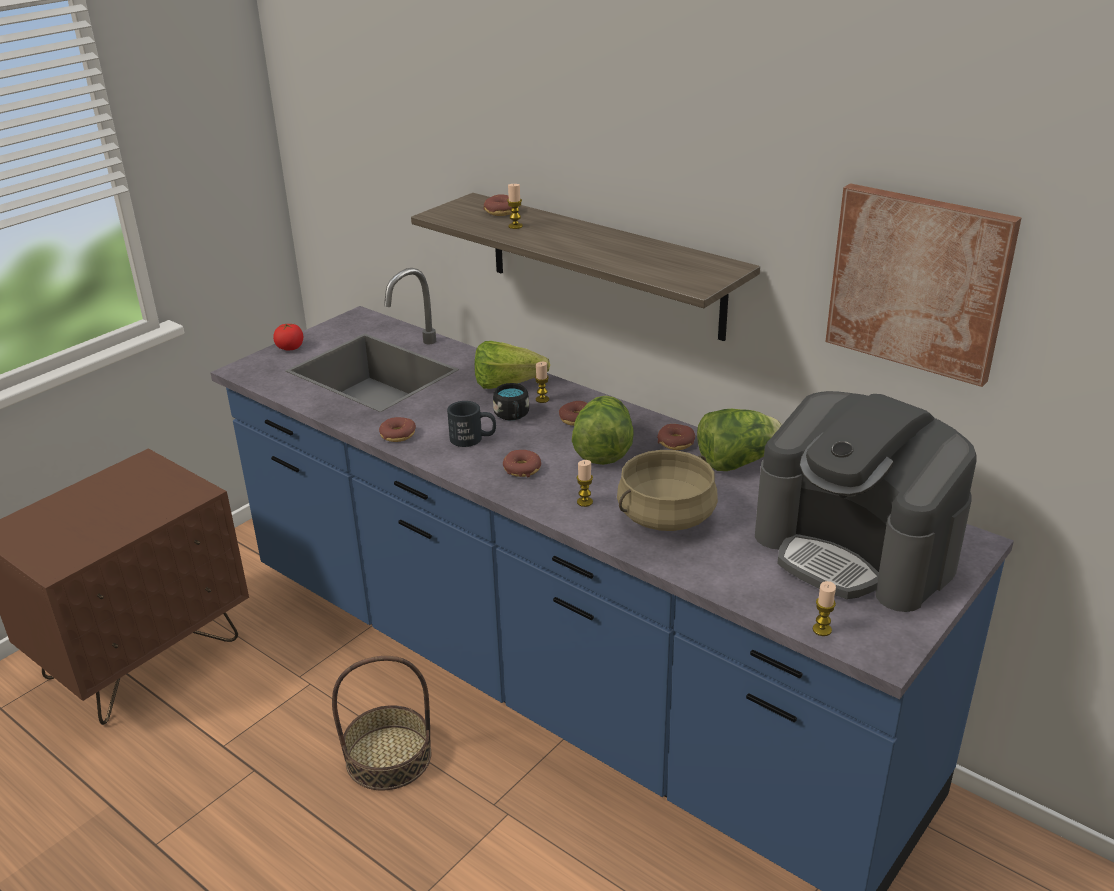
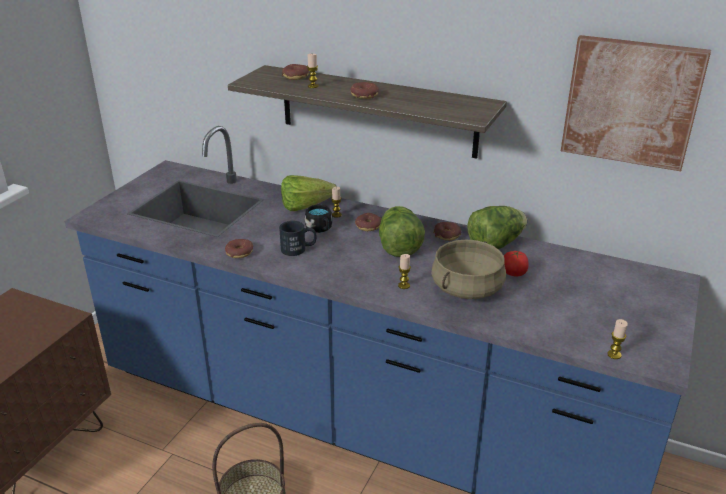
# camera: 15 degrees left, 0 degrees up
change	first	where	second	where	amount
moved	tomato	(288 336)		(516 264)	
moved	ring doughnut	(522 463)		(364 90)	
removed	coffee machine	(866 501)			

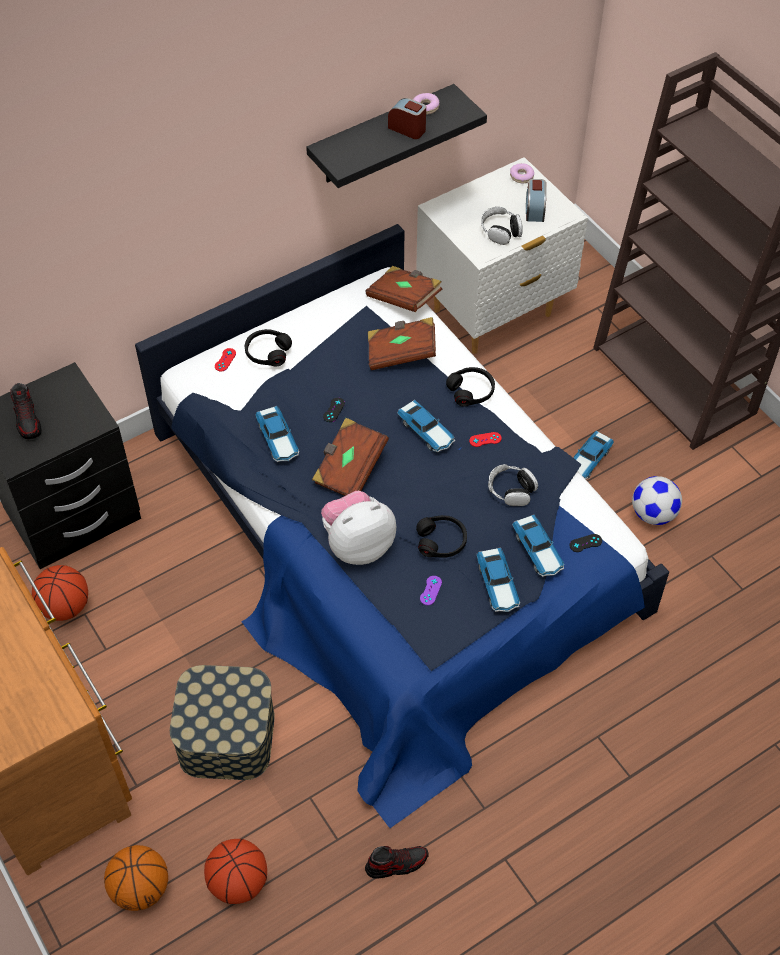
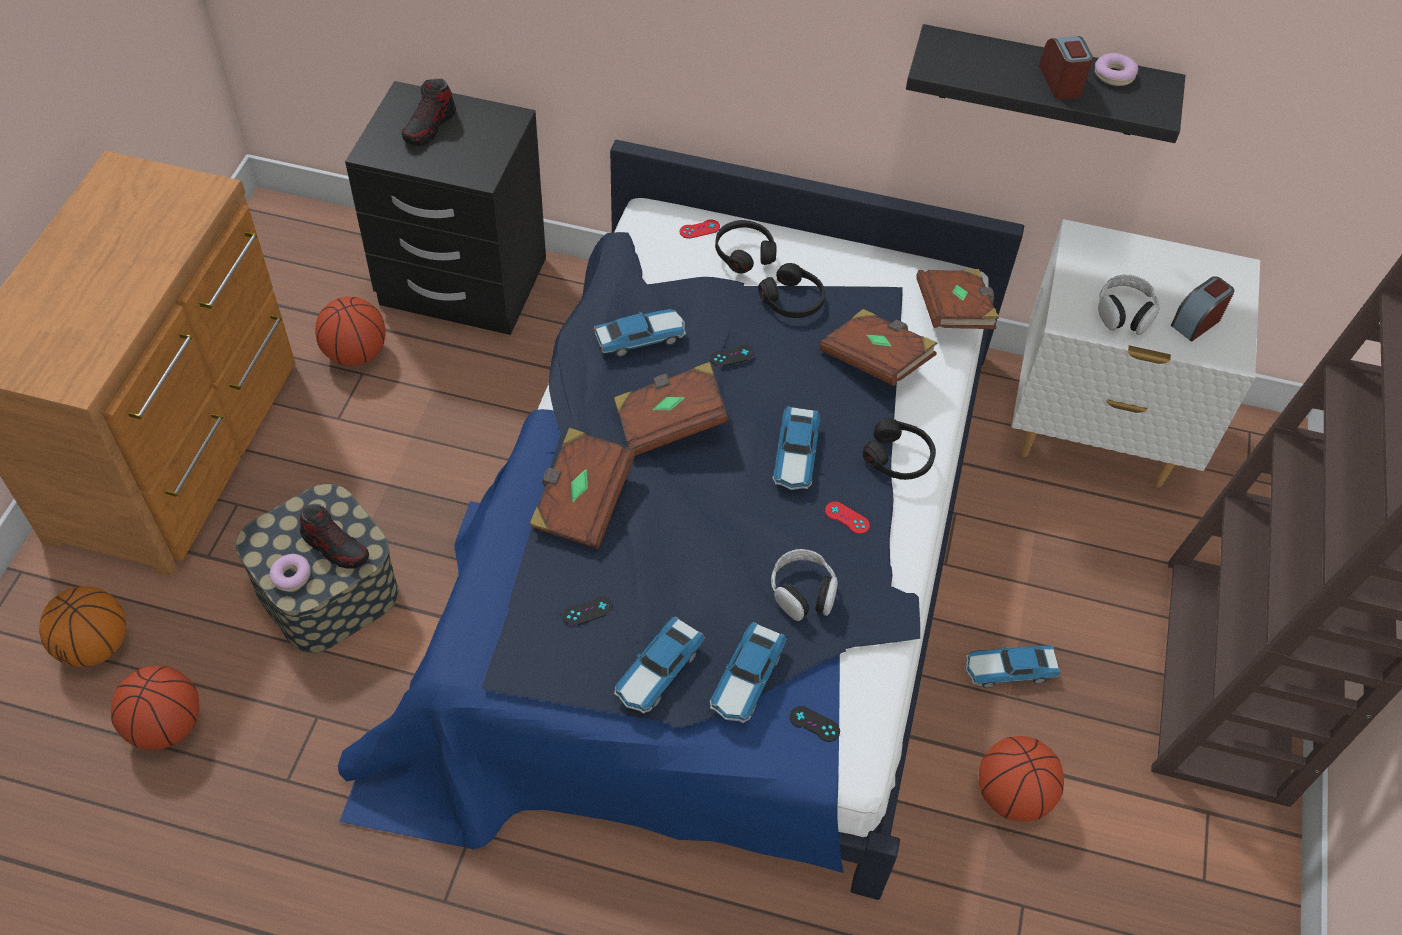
# camera: 45 degrees right, 0 degrees up
change	first	where	second	where	amount
turned	miniature car	(277 434)		(639 333)	135 degrees counterclockwise
replaced	soft toy	(358 528)	bound book (brown-coloured)	(582 488)	
moved	item of footwear	(397 862)		(334 536)	
moved	headset (black)	(441 536)		(791 290)	
recoloured	joypad (purplish)	(431 590)	joypad (black)	(588 611)	
moved	ring doughnut	(522 173)		(290 572)	
replaced	ball for football	(657 500)	ball for basketball	(1021 779)	

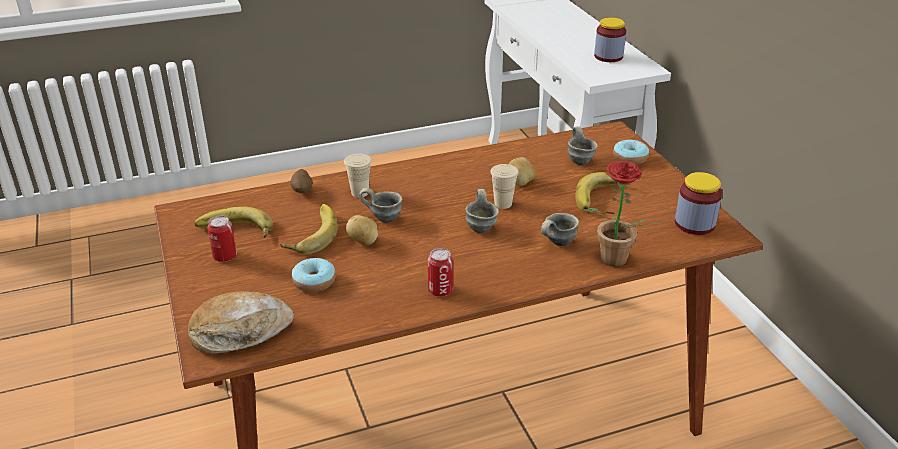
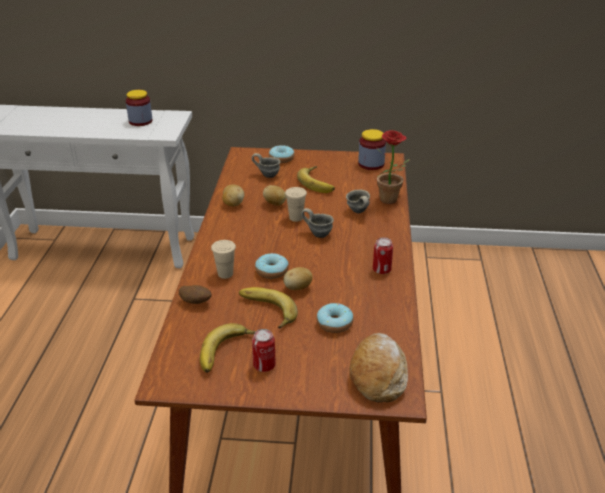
# camera: 65 degrees left, 0 degrees up
change	first	where	second	where	amount
replaced	mug (gray)	(380 205)	ring doughnut	(272 266)	
added			whole potato	(233 195)	

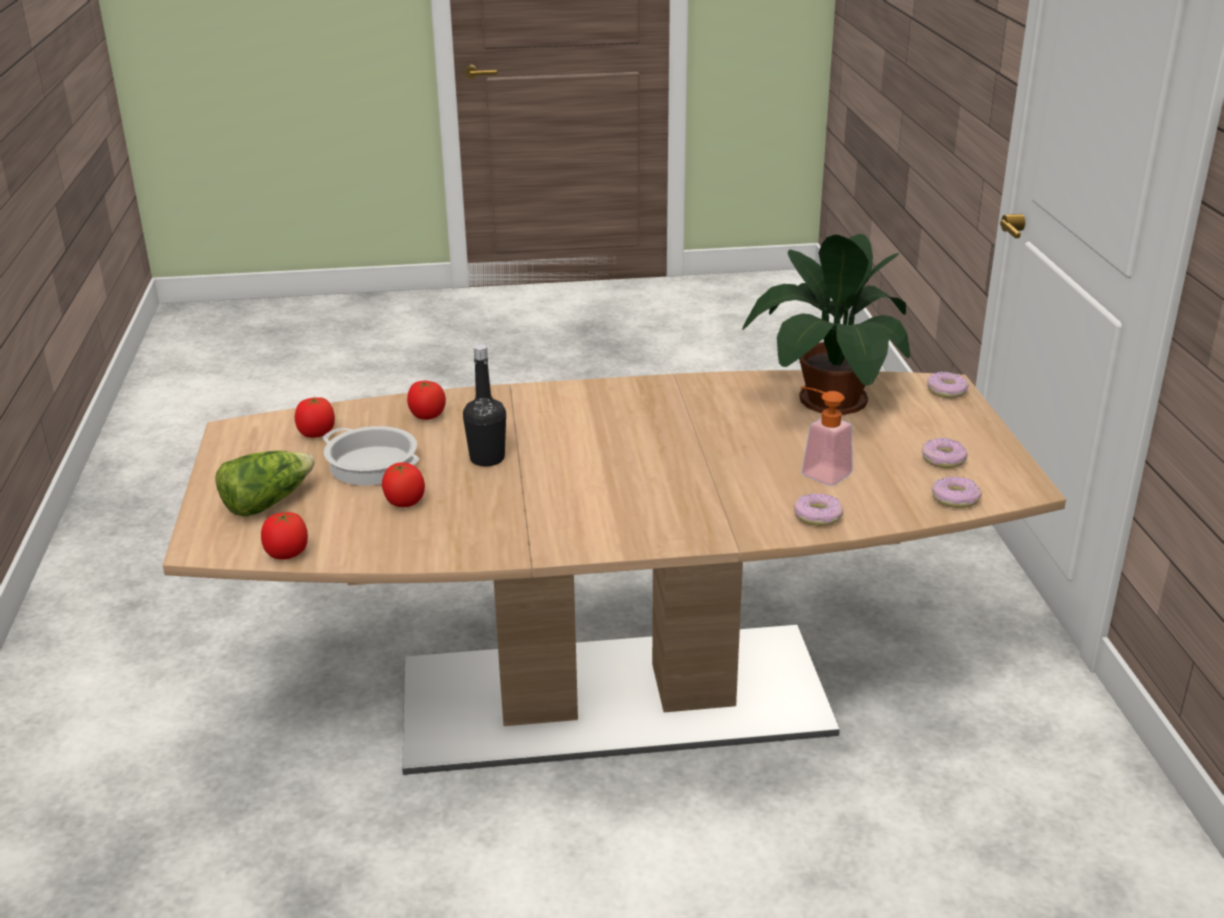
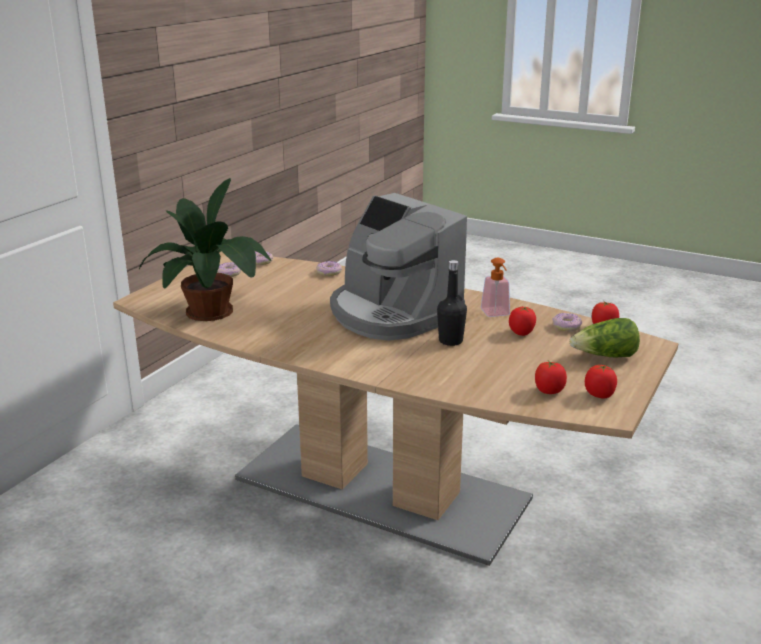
# camera: 145 degrees left, 5 degrees down
change	first	where	second	where	amount
removed	stockpot	(371 456)			
moved	tomato	(426 400)		(601 382)	
moved	liquid soap bottle	(827 436)		(495 287)	
moved	ring doughnut	(948 385)		(567 322)	
added			coffee machine	(398 267)	

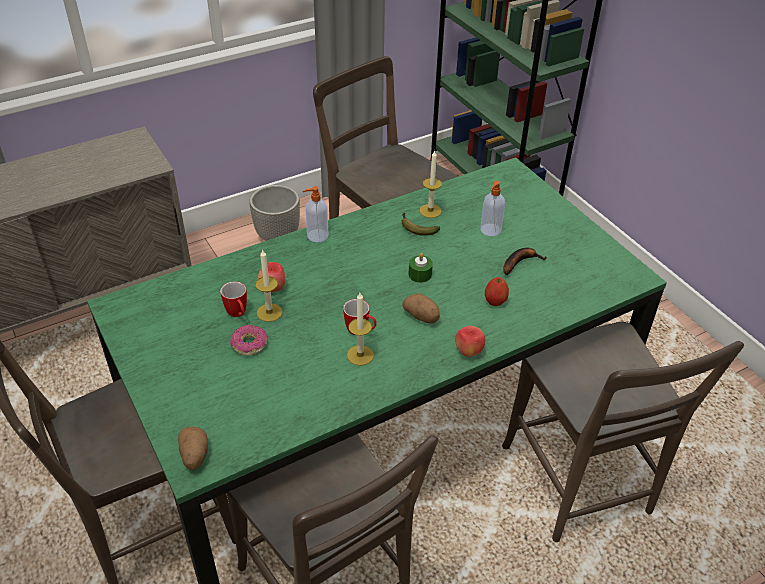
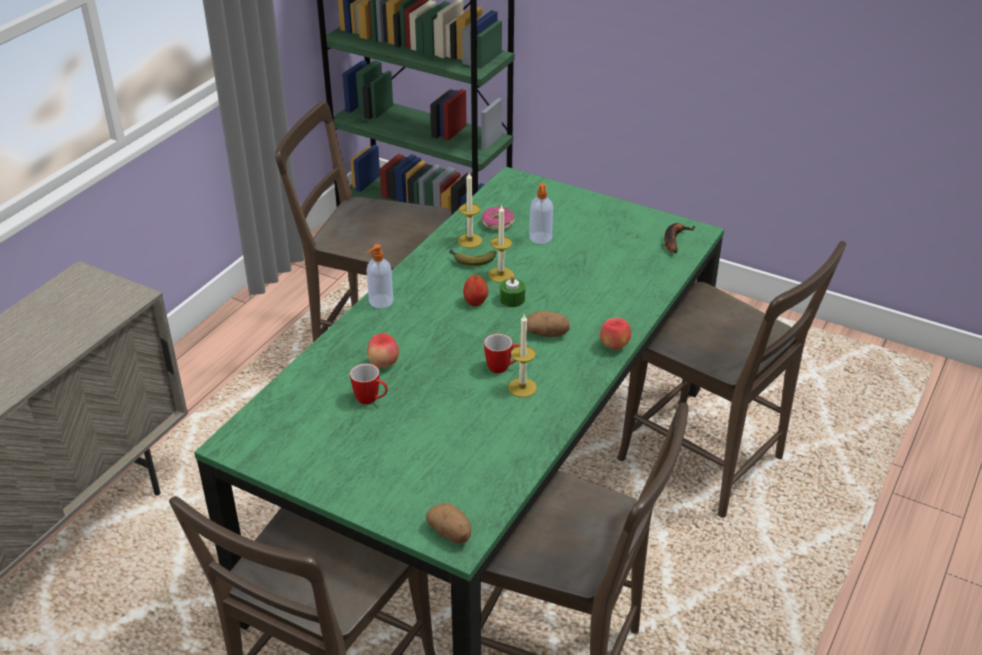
# camera: 30 degrees left, 5 degrees down
change	first	where	second	where	amount
moved	ring doughnut	(248 340)		(498 218)	
removed	planter	(274 213)			
moved	candle	(268 286)		(501 243)	
moved	whole apple	(497 291)		(475 290)	
moved	banana	(525 261)		(679 238)	

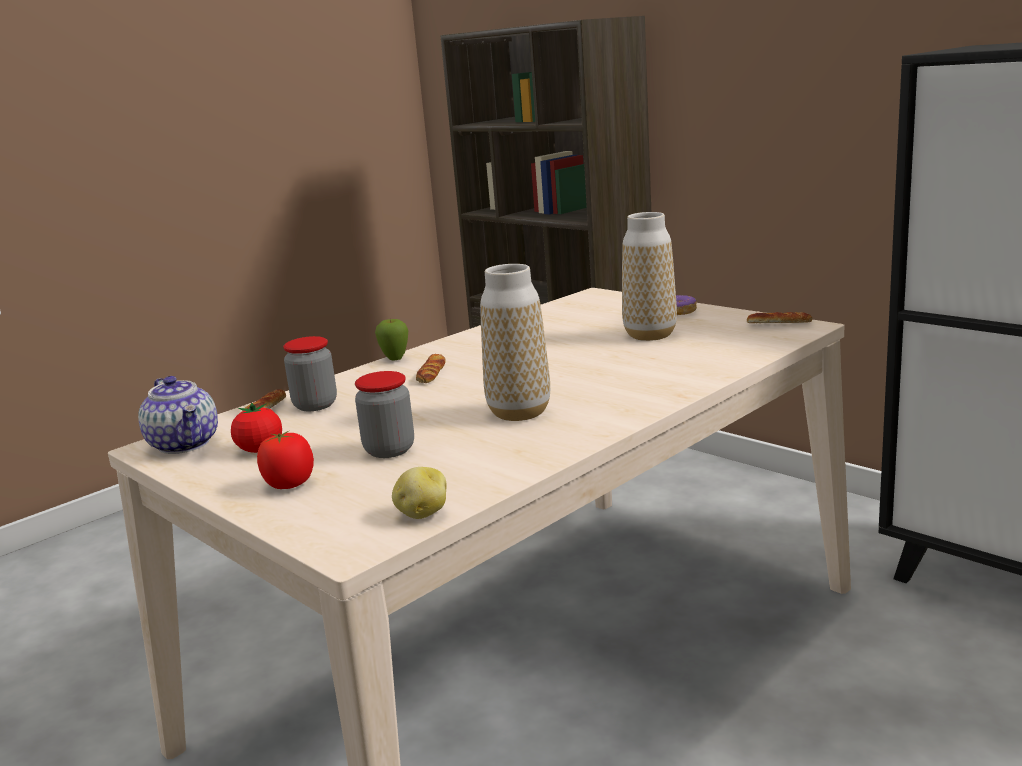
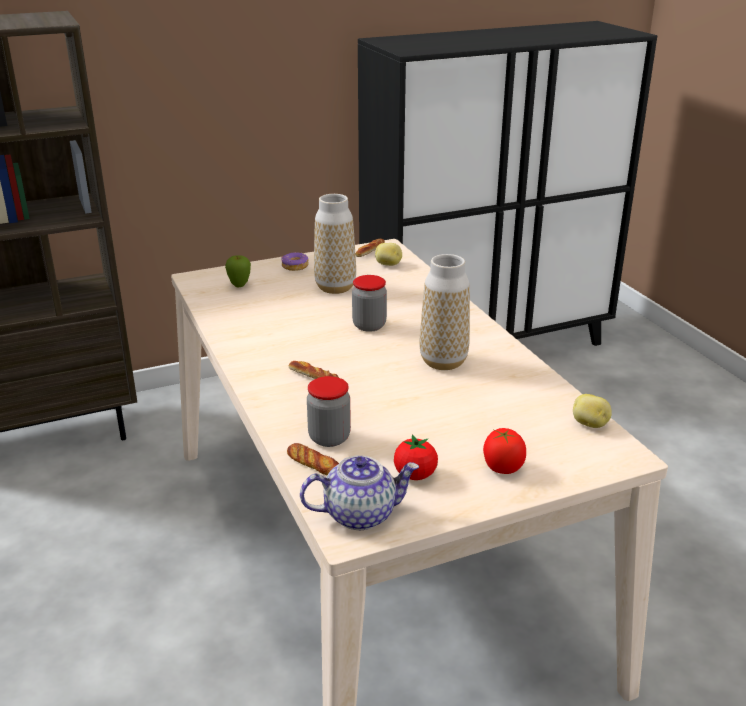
# camera: 70 degrees left, 10 degrees up
change	first	where	second	where	amount
moved	preserve jar	(384 414)		(369 303)	
moved	whole apple	(391 339)		(238 271)	
added			whole potato	(388 254)	

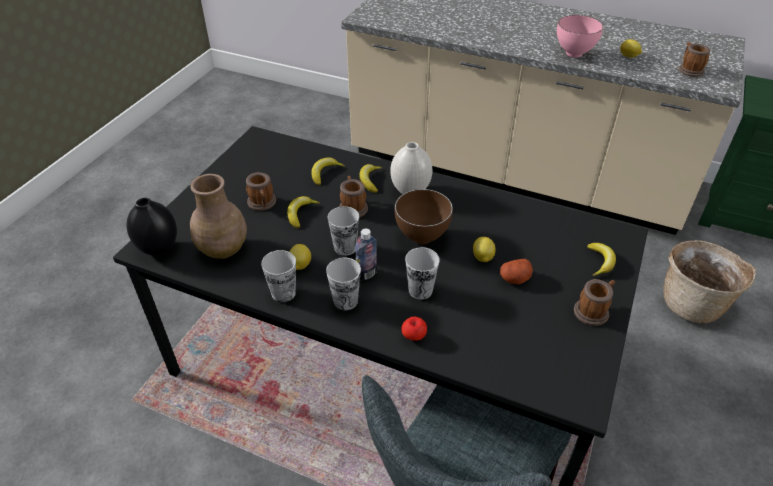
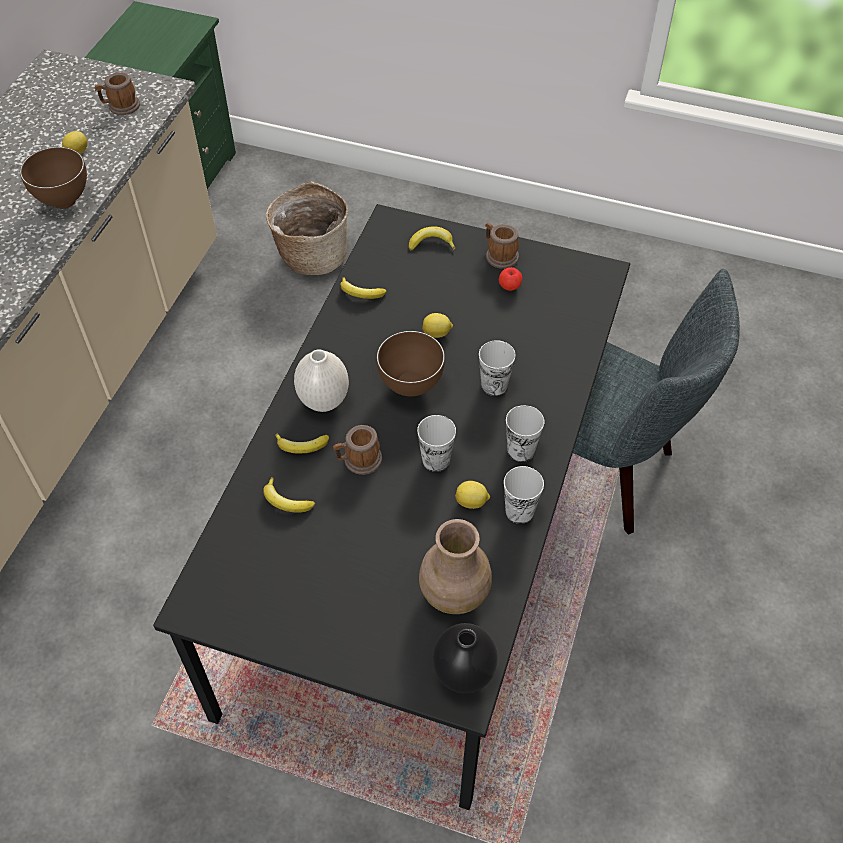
# camera: 95 degrees left, 10 degrees up
change	first	where	second	where	amount
removed	mug	(261 191)			
moved	banana	(303 212)		(363 288)	
removed	bottle	(366 254)			
moved	whole apple	(414 329)		(510 279)	
removed	whole potato	(516 271)			
recoloured	bowl (pink)	(580 36)	bowl (brown-coloured)	(53 178)	

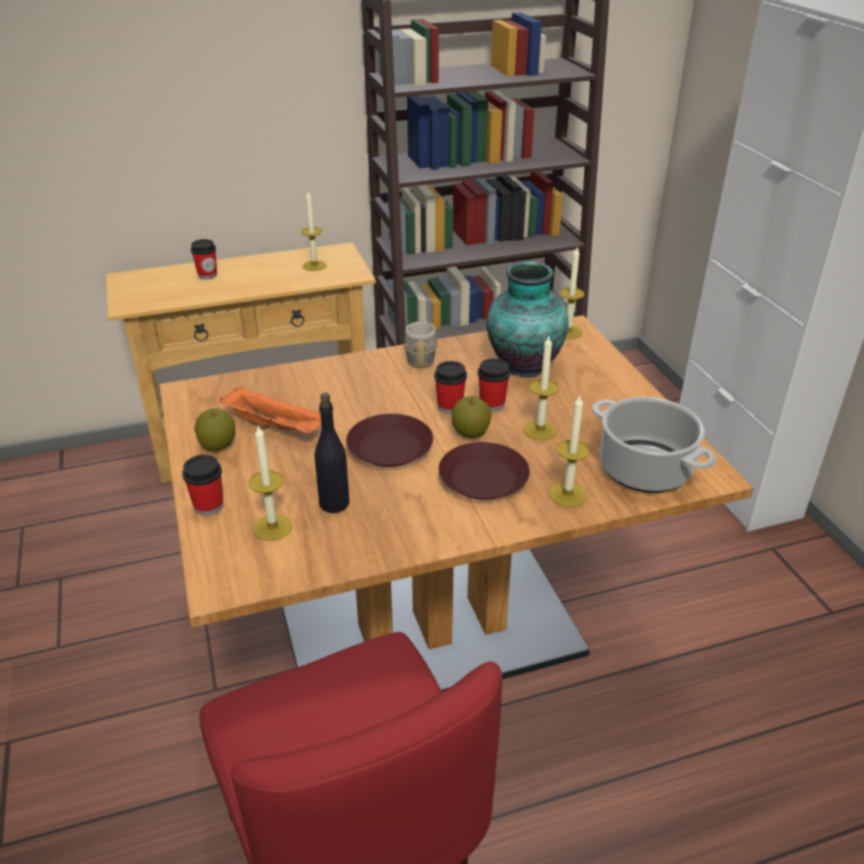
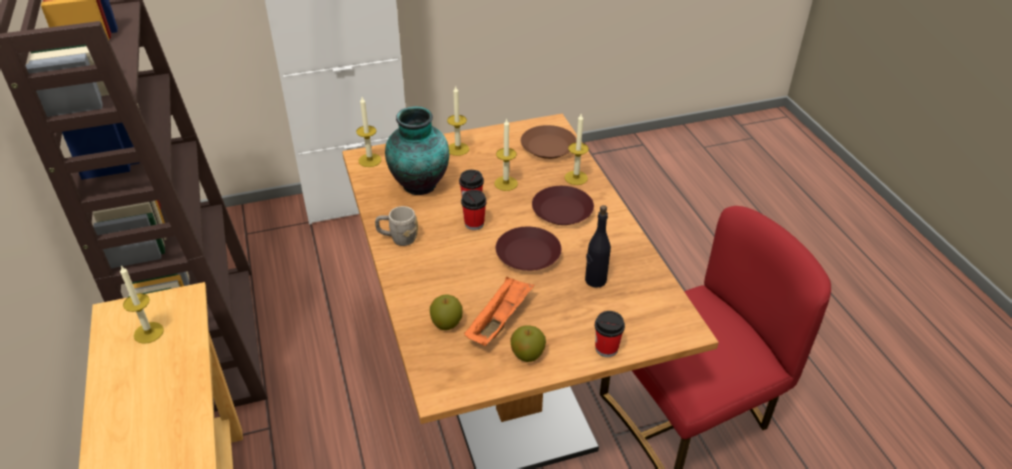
# camera: 90 degrees left, 5 degrees up
change	first	where	second	where	amount
removed	small cup	(204 259)			
moved	candle	(270 483)		(458 121)	
moved	whole apple	(471 417)		(446 312)	
replaced	stockpot	(654 445)	dinner plate (brown-coloured)	(549 142)	

